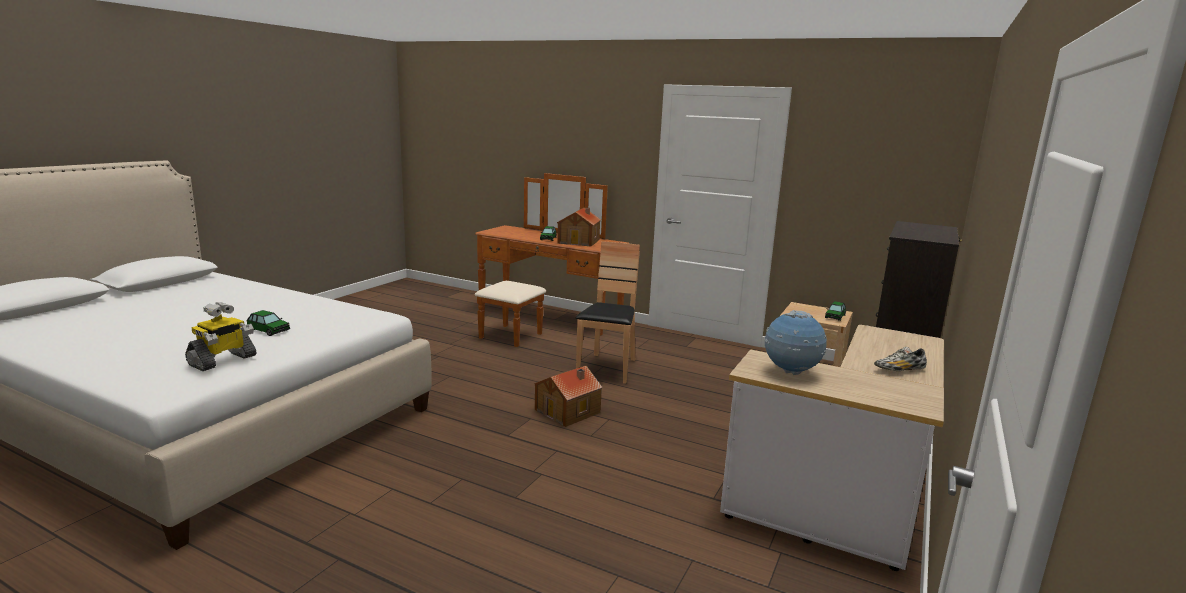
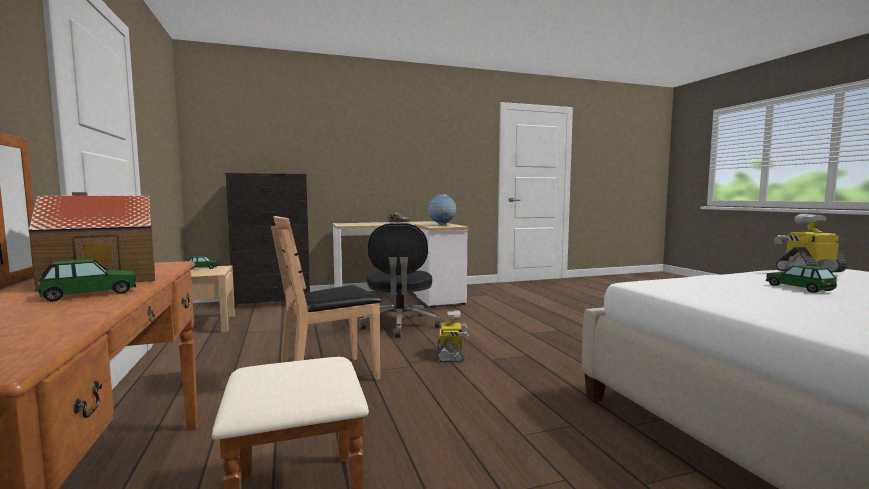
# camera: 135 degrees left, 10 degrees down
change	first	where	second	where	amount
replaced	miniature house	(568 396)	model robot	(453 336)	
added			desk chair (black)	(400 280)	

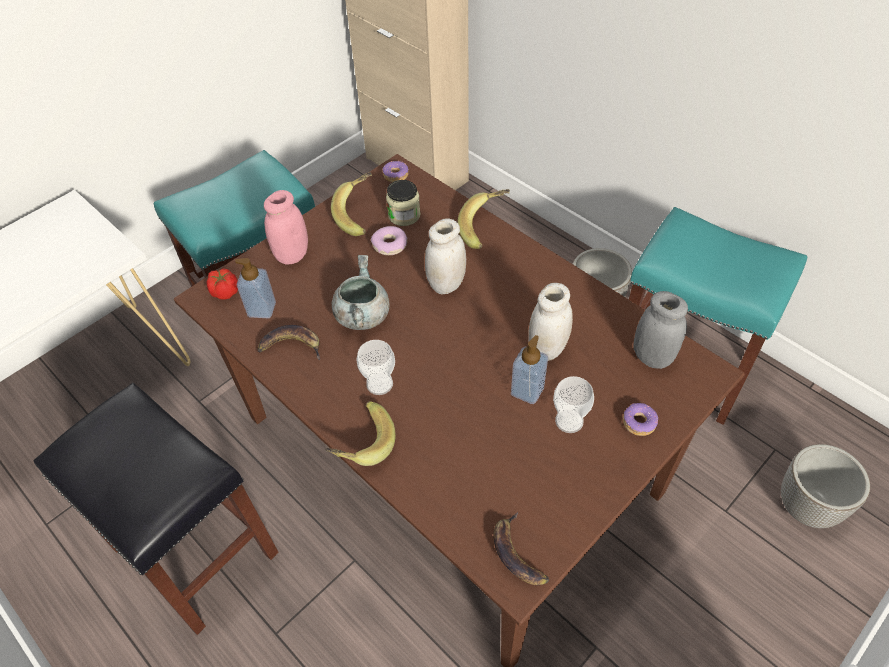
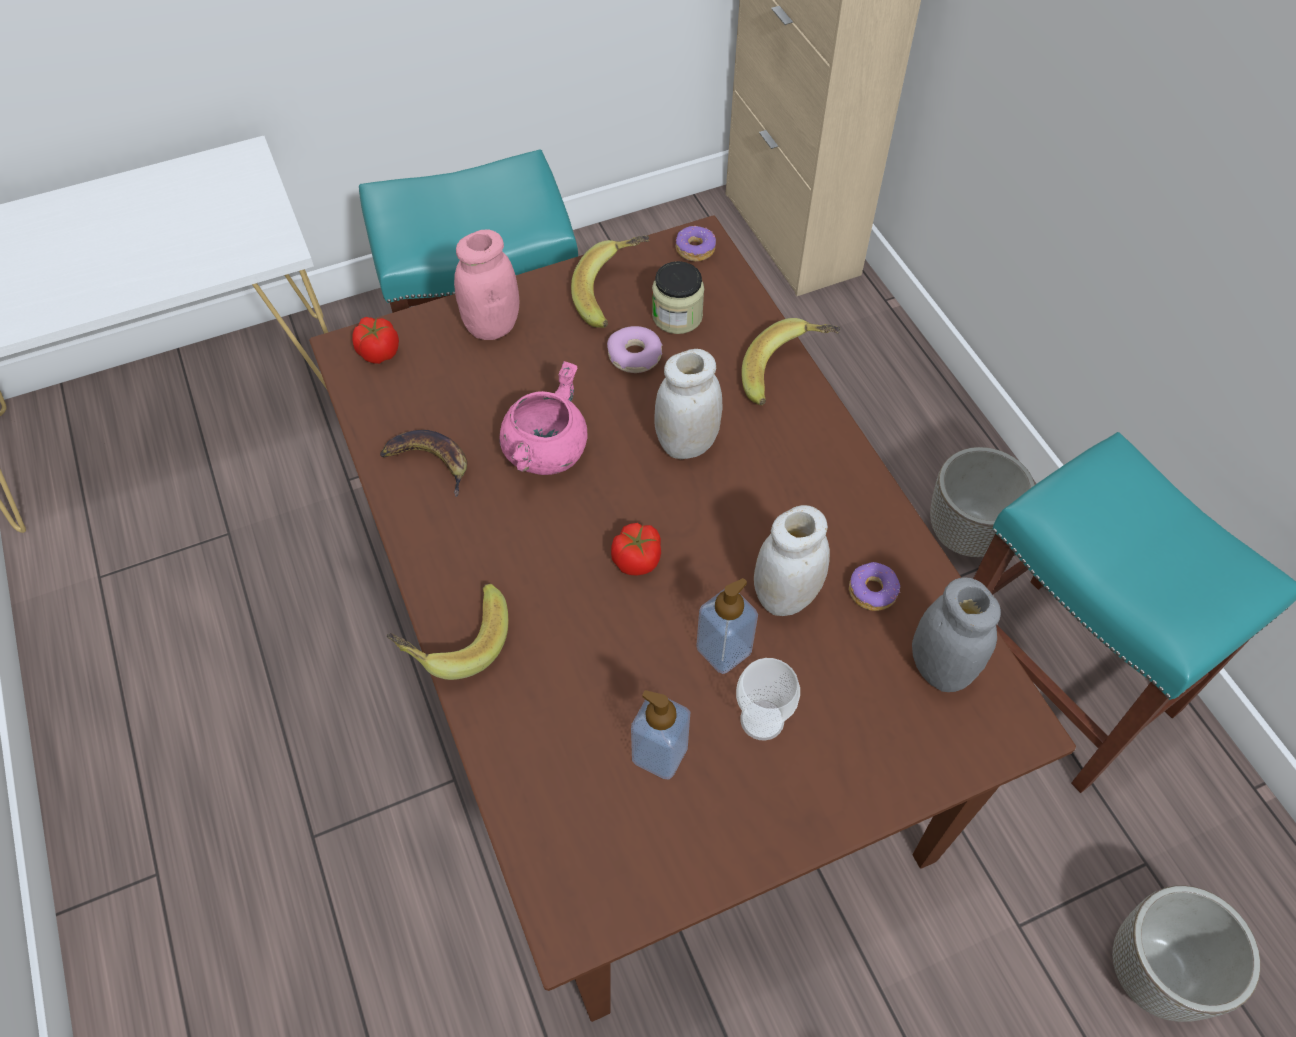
# camera: 20 degrees right, 5 degrees up
change	first	where	second	where	amount
removed	stool seat (black)	(156 509)			
moved	liquid soap bottle	(255 288)		(660 734)	
recoloured	stockpot (gray)	(361 292)	stockpot (pink)	(543 418)	
removed	small cup	(375 367)			
removed	banana	(521 548)			
moved	ring doughnut	(641 419)		(874 586)	
added			tomato	(636 549)	

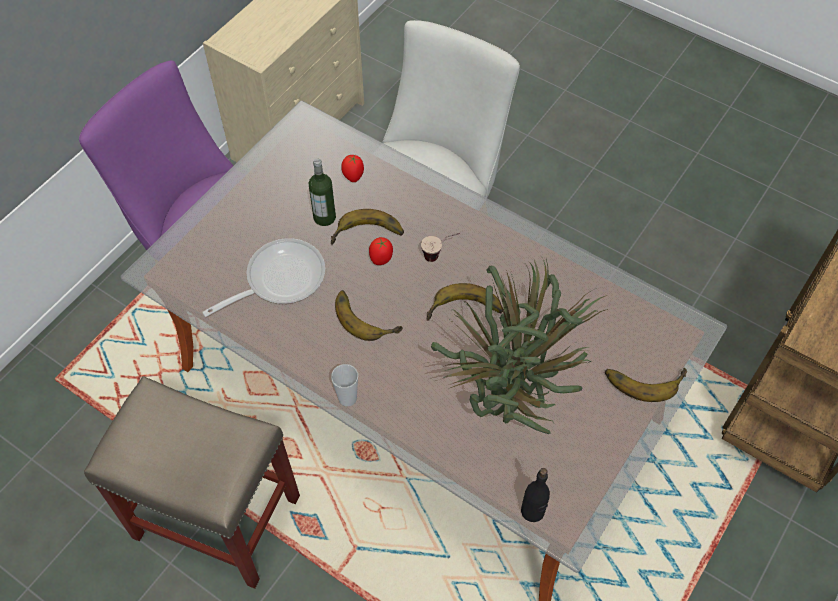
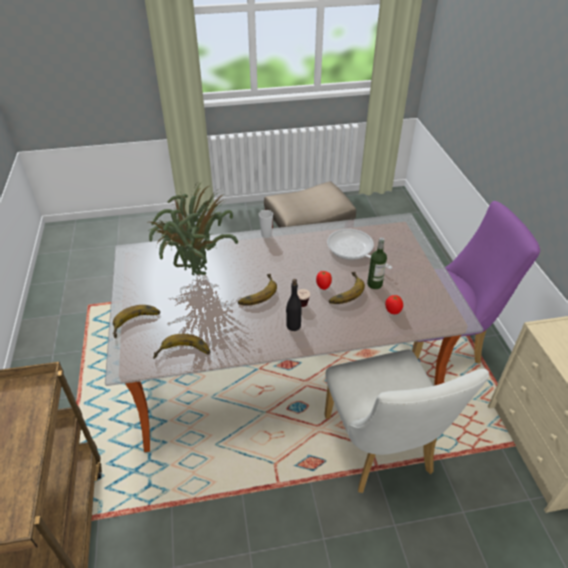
# camera: 135 degrees right, 15 degrees down
change	first	where	second	where	amount
turned	pan	(263 277)		(360 249)	135 degrees clockwise
moved	banana	(369 315)		(181 346)	
moved	bottle (black)	(535 495)		(294 305)	

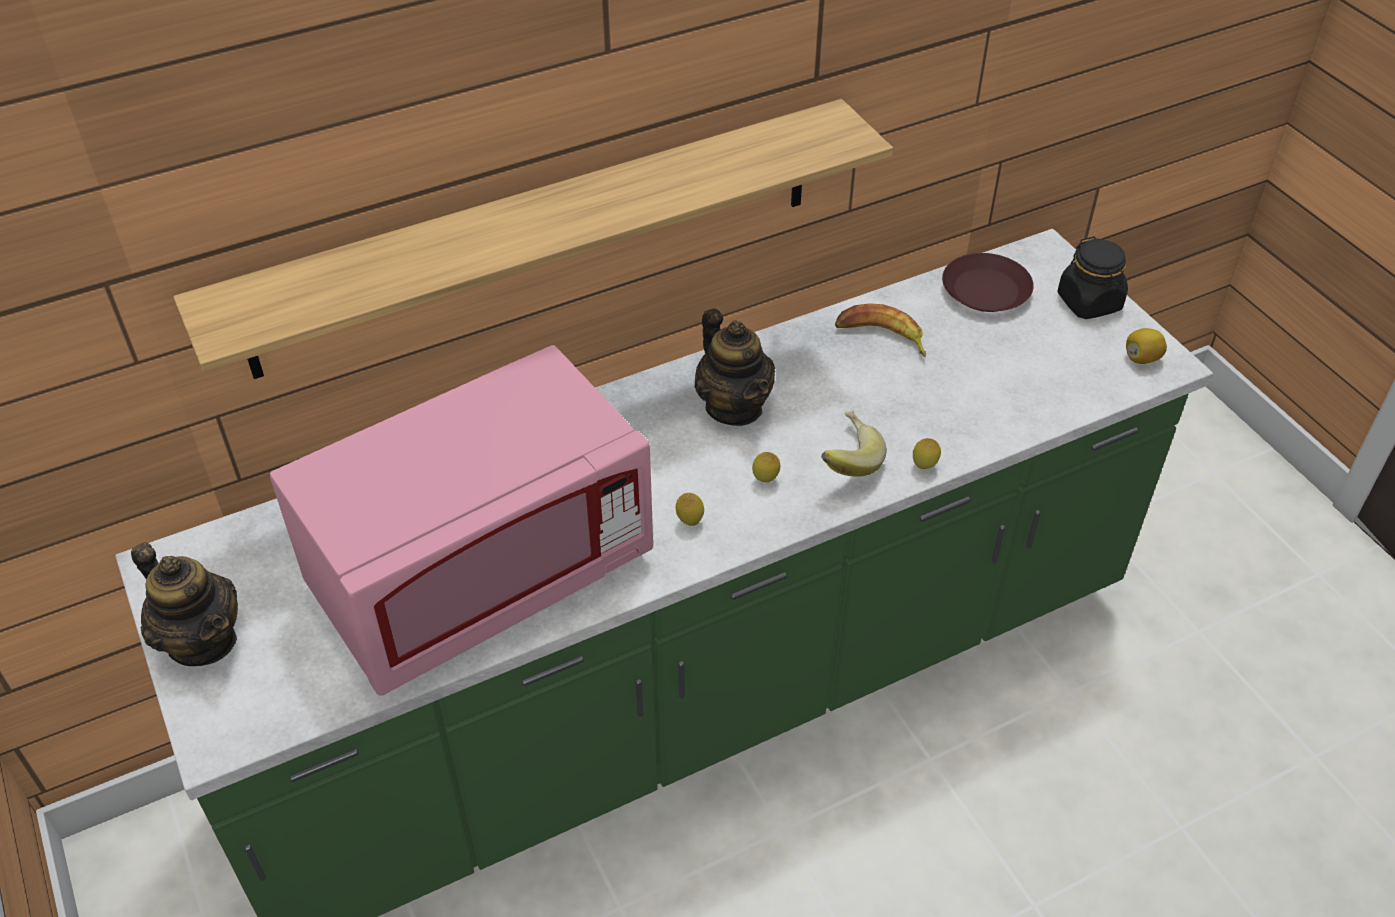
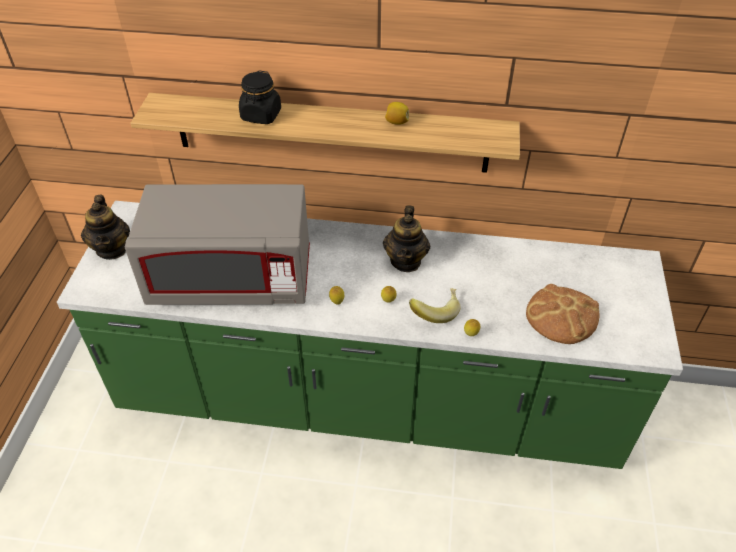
# camera: 35 degrees right, 0 degrees up
change	first	where	second	where	amount
recoloured	kitchen microwave (pink)	(461 520)	kitchen microwave (gray)	(217 244)	
removed	banana	(880 330)			
removed	dinner plate (brown-coloured)	(988 282)			
moved	preserve jar (black)	(1092 277)		(260 97)	
moved	whole lemon	(1146 346)		(397 113)	
added			baked bread	(563 314)	

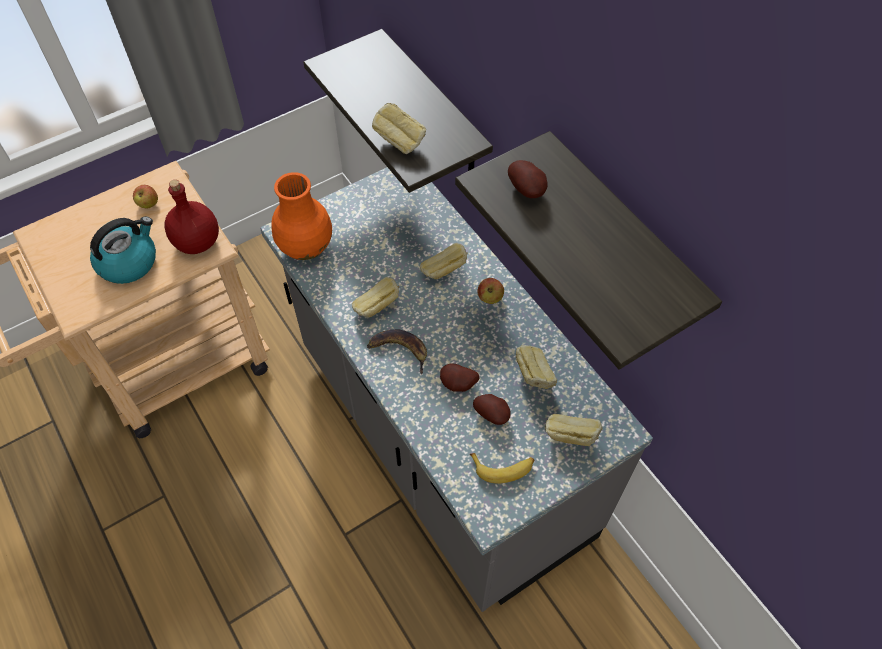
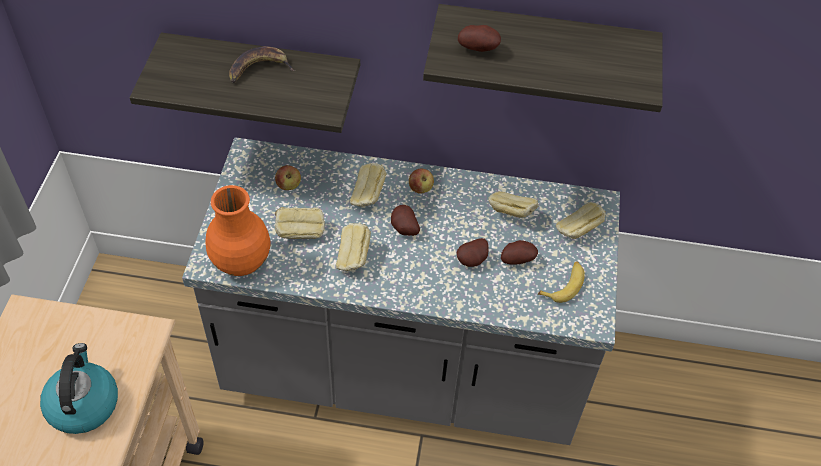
# camera: 50 degrees left, 5 degrees down
change	first	where	second	where	amount
moved	whole apple	(145 196)		(288 177)	
removed	bottle (reddish)	(192 217)			
moved	banana	(397 352)		(262 64)	
moved	baked bread	(399 128)		(300 223)	
added			whole potato	(405 220)	

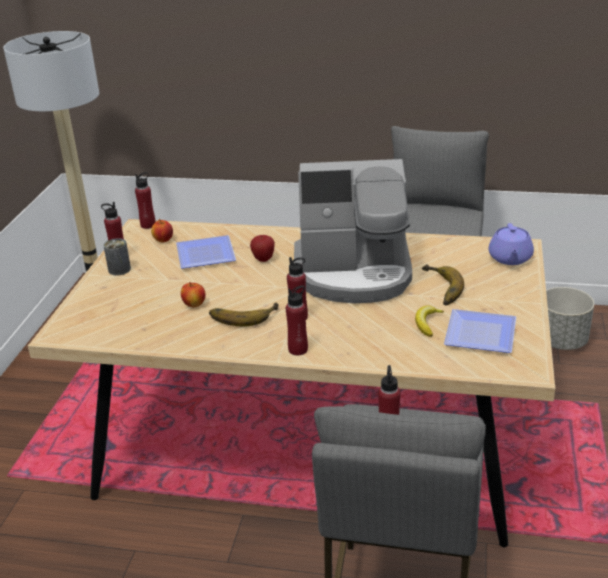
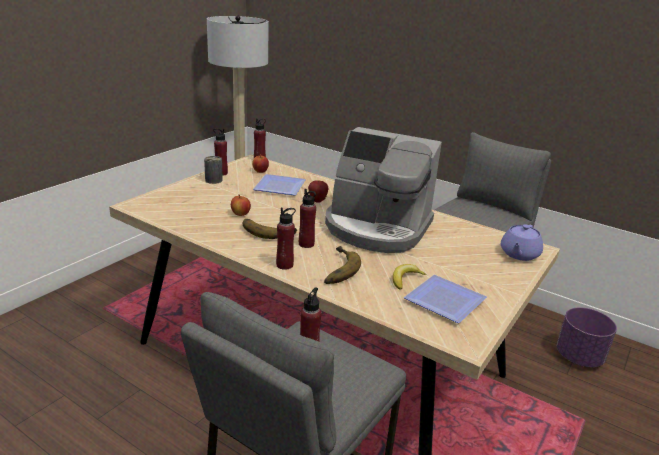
# camera: 20 degrees right, 5 degrees down
change	first	where	second	where	amount
moved	banana	(443 284)		(342 265)	
recoloured	planter (gray)	(570 318)	planter (purplish)	(586 337)	

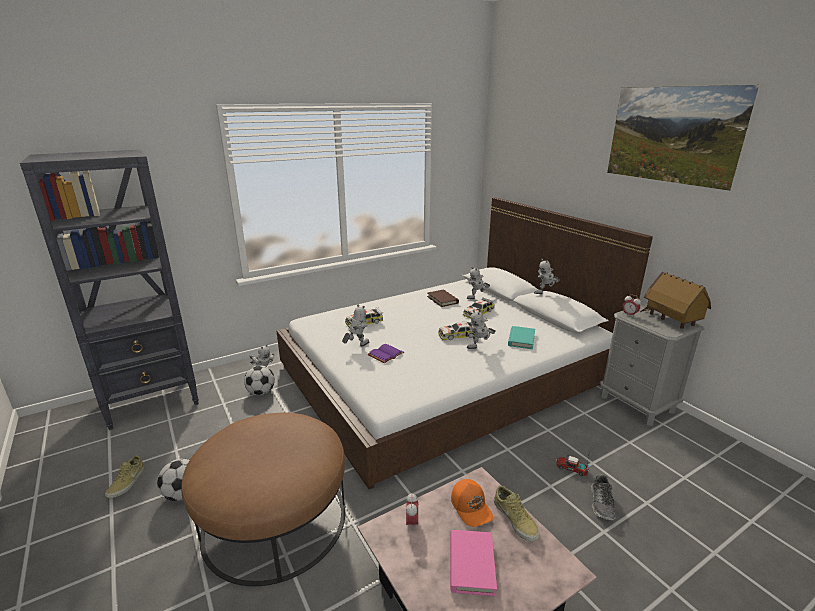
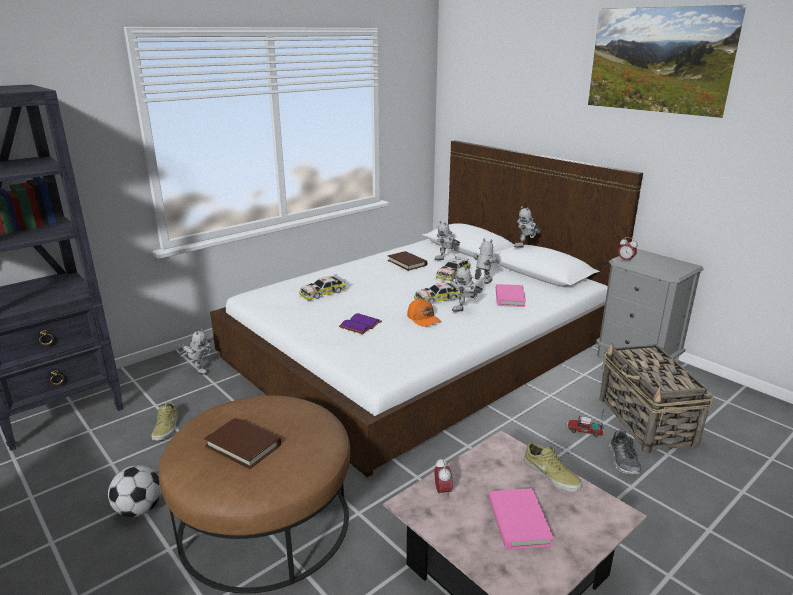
# camera: 10 degrees left, 0 degrees up
change	first	where	second	where	amount
moved	item of footwear (sand-coloured)	(124 477)		(165 421)	
removed	ball for football	(259 380)			
moved	model robot	(355 325)		(484 261)	
moved	peaked cap (orangey)	(472 503)		(424 313)	
recoloured	bound book (turquoise-coloured)	(521 337)	bound book (pink)	(511 295)	
removed	miniature house	(675 300)			
added			bound book (brown-coloured)	(242 443)	
added			basket	(656 398)	

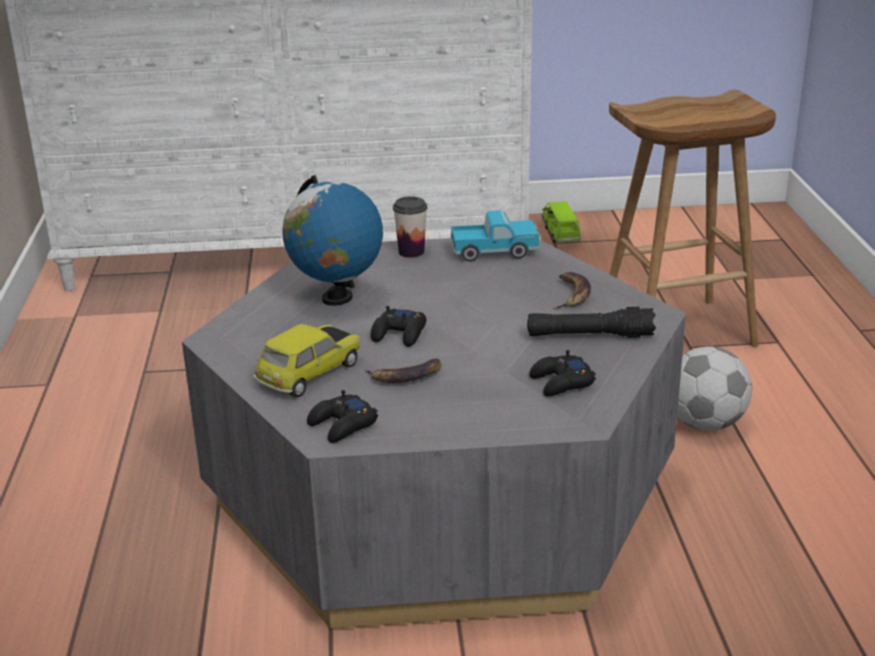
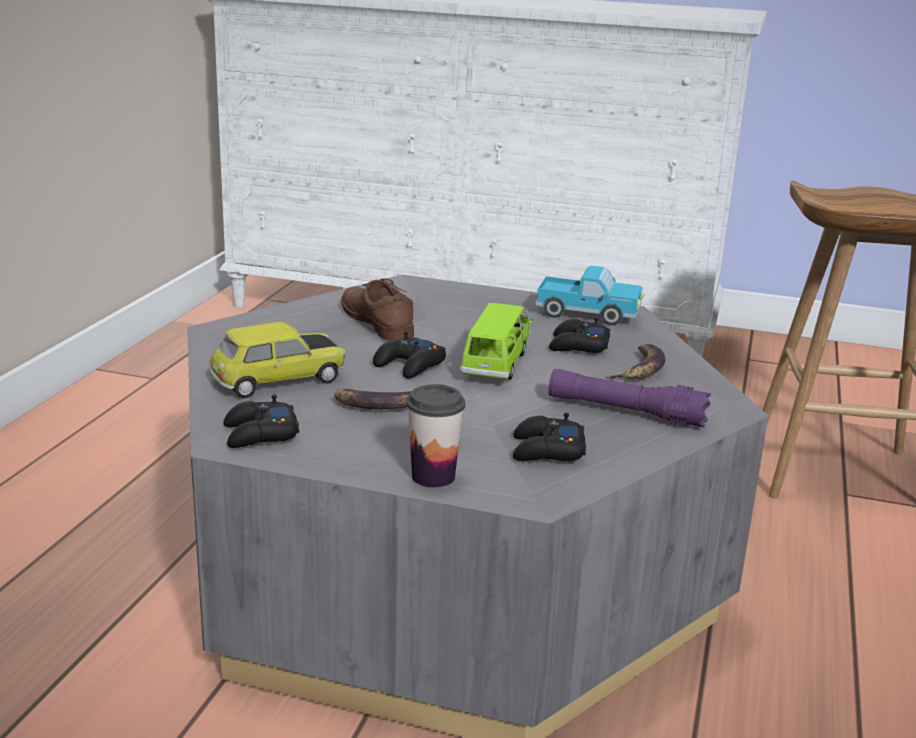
# camera: 20 degrees right, 5 degrees down
change	first	where	second	where	amount
replaced	globe	(332 240)	item of footwear (brown-coloured)	(377 309)	
moved	small cup	(410 227)		(435 436)	
recoloured	hand torch (black)	(591 322)	hand torch (purplish)	(629 398)	
moved	miniature car (green-coloured)	(561 222)		(496 341)	
removed	ball for football	(714 388)			
added			joypad (black)	(579 335)	

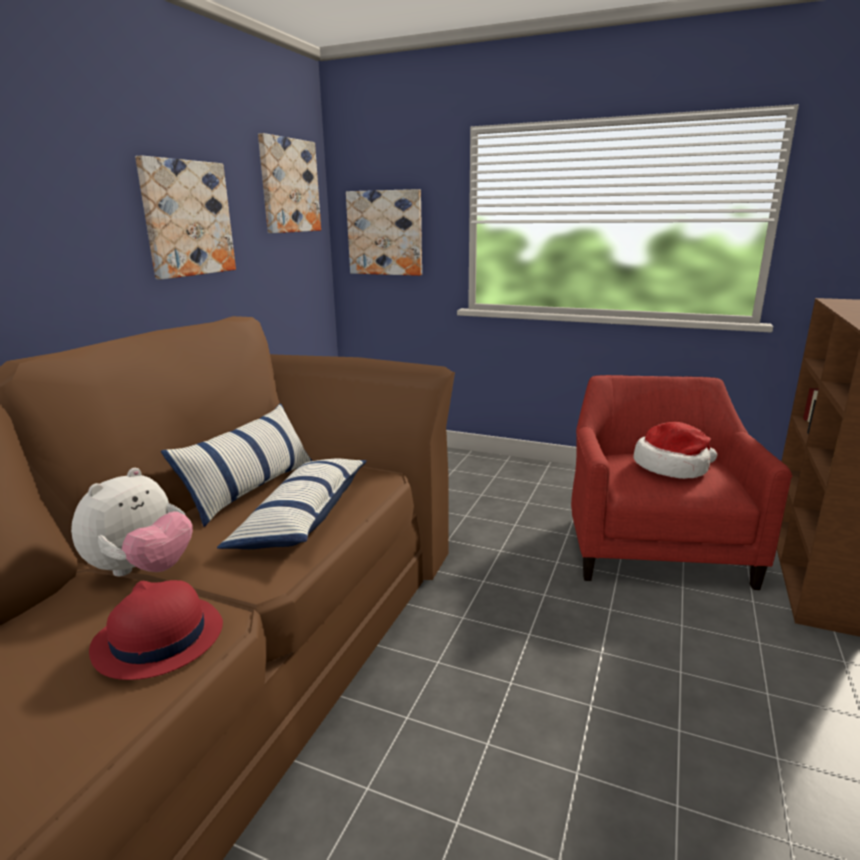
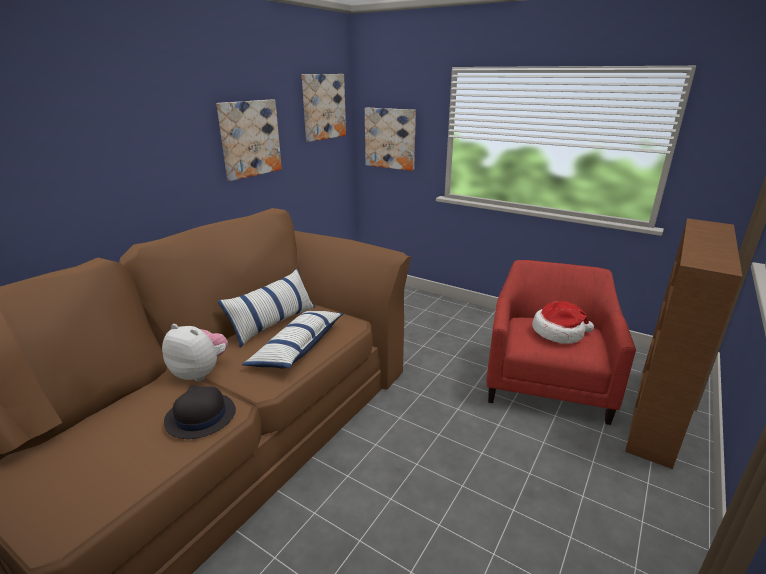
# camera: 10 degrees right, 5 degrees up
change	first	where	second	where	amount
turned	soft toy	(132 522)		(195 352)	105 degrees counterclockwise
recoloured	hat (reddish)	(156 630)	hat (black)	(200 412)	

